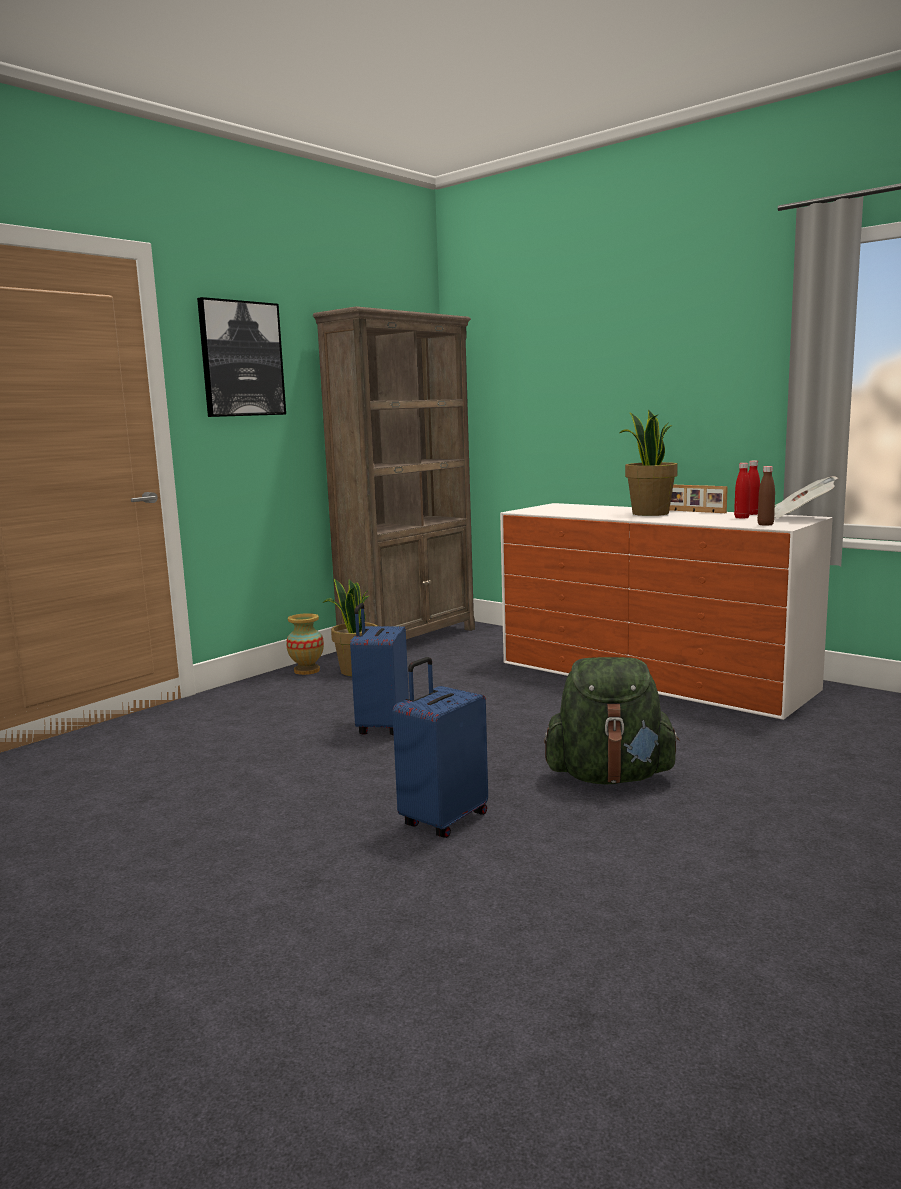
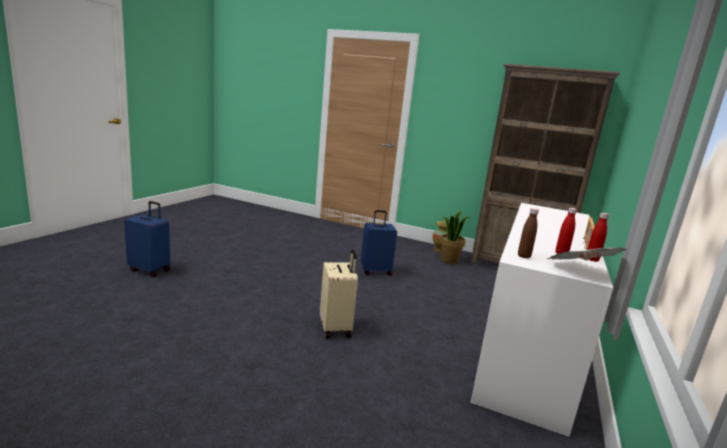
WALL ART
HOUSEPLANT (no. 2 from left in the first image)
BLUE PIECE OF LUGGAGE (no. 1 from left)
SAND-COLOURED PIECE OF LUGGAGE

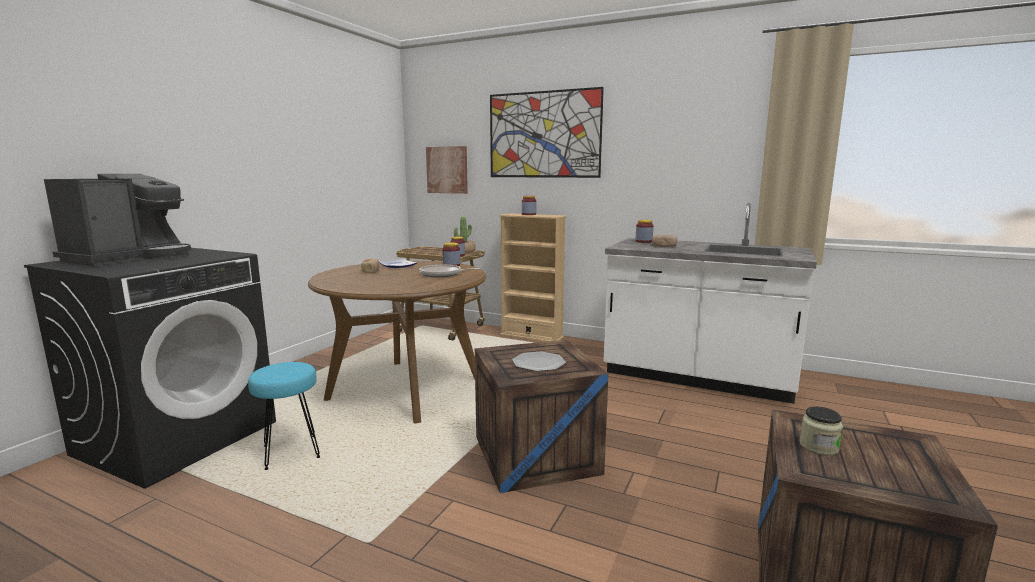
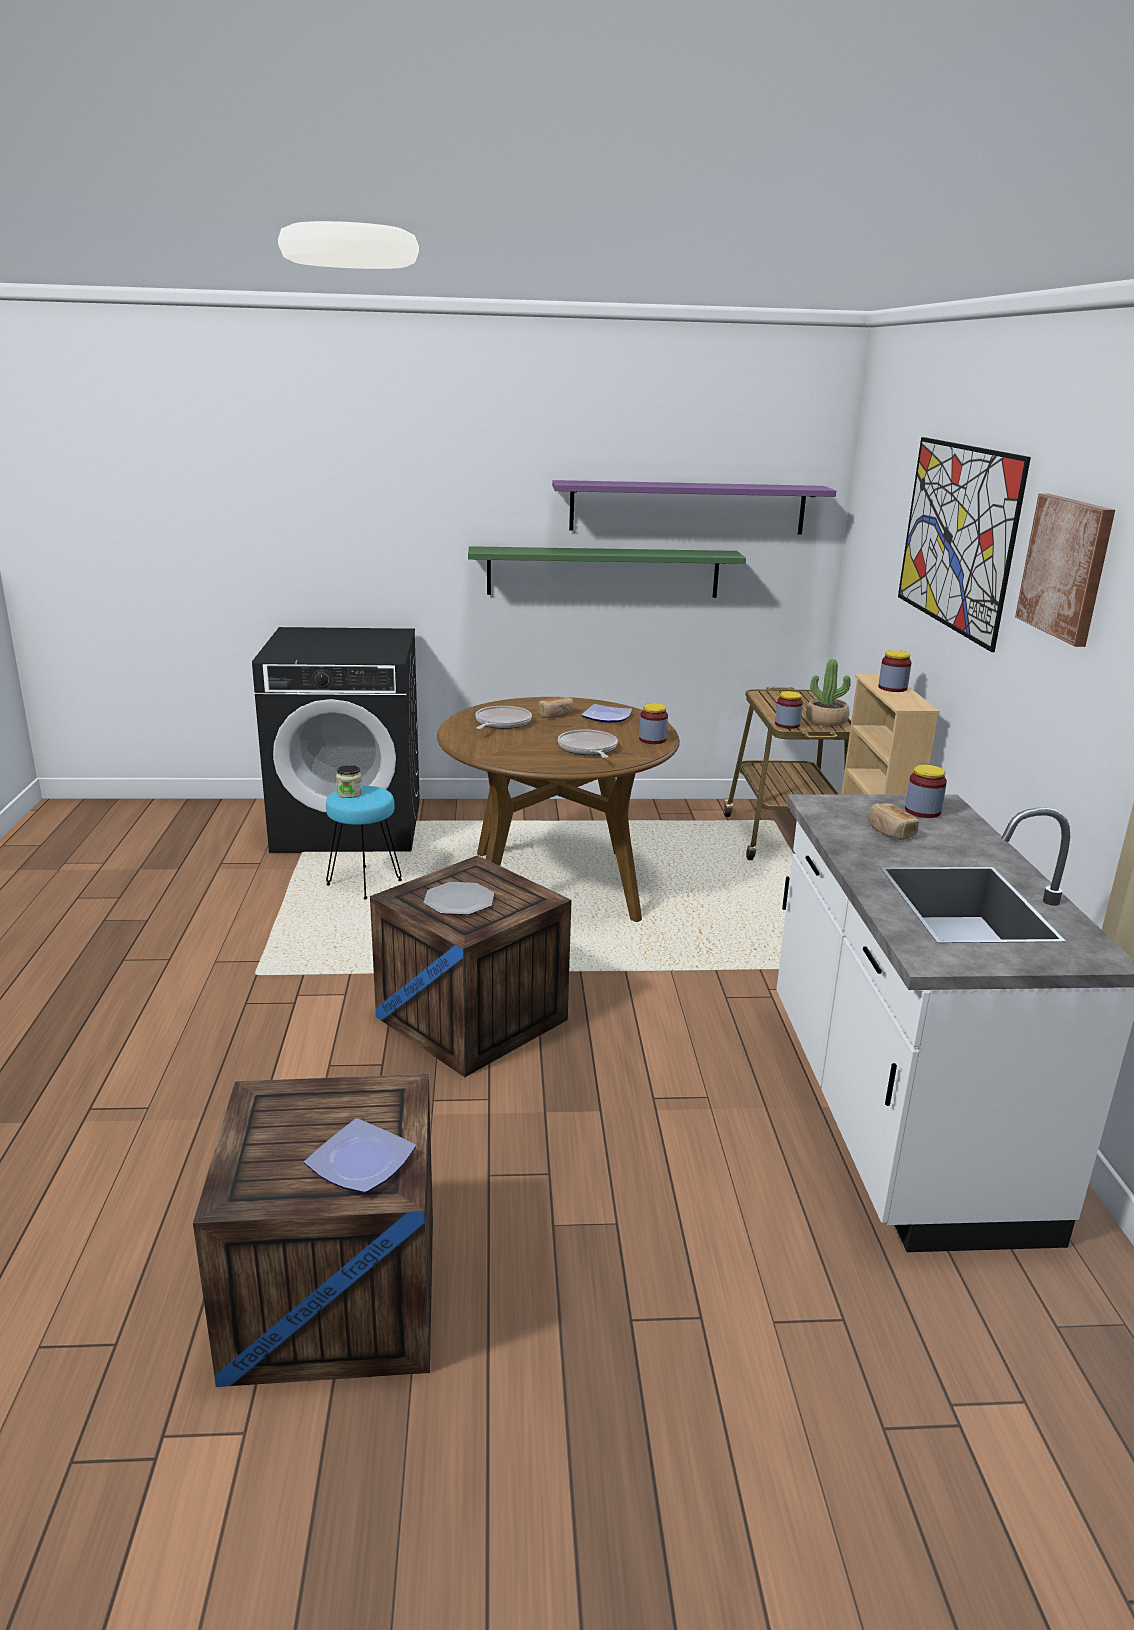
COFFEE MAKER
PLATE (no. 1 from left)
GREEN WALL SHELF
FRYING PAN (no. 1 from left)
PURPLE WALL SHELF
WALL ART (no. 2 from left)
PRESERVE JAR (no. 1 from left)

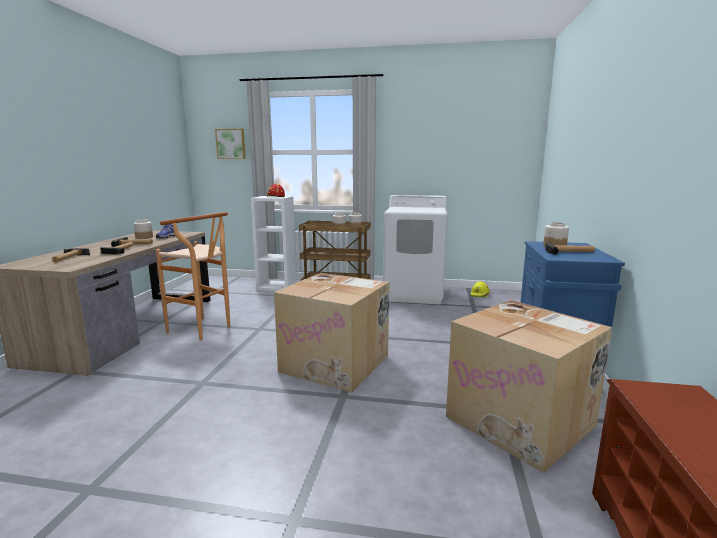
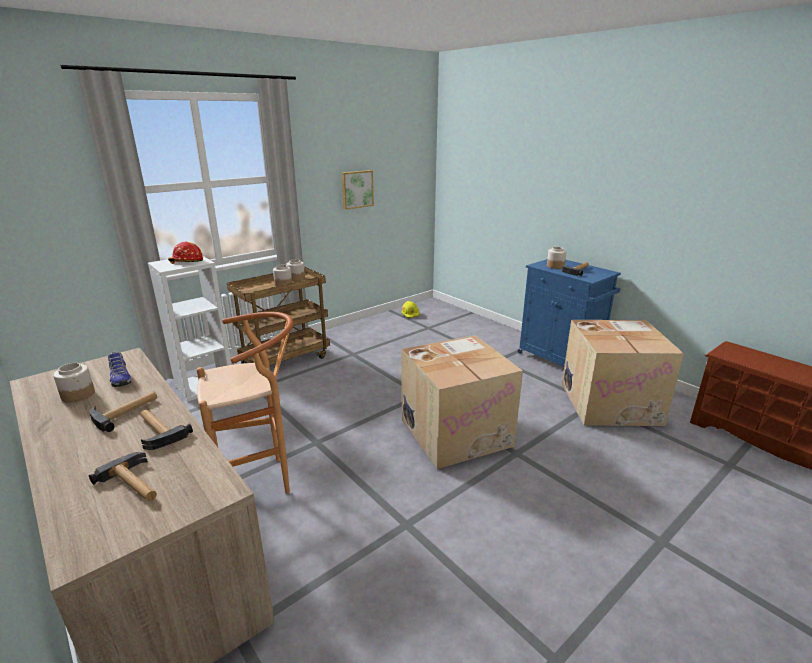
WHITE-COLOURED LAUNDRY MACHINE
WALL ART

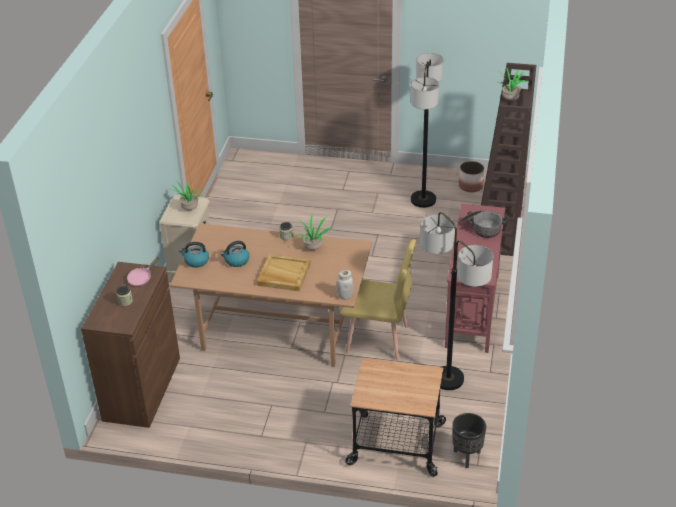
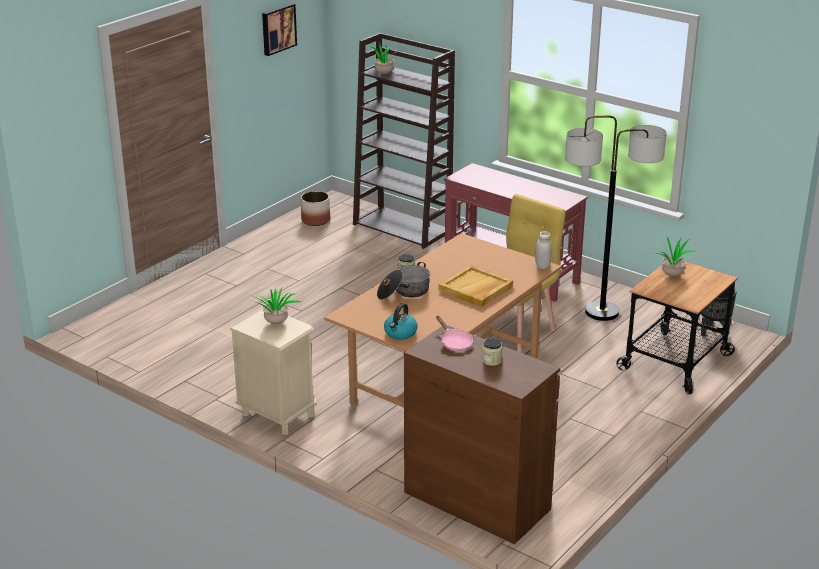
TEA KETTLE (no. 2 from left in the first image)
STANDING LAMP (no. 1 from left in the first image)
WALL ART
HOUSEPLANT (no. 3 from left)
COOKING POT

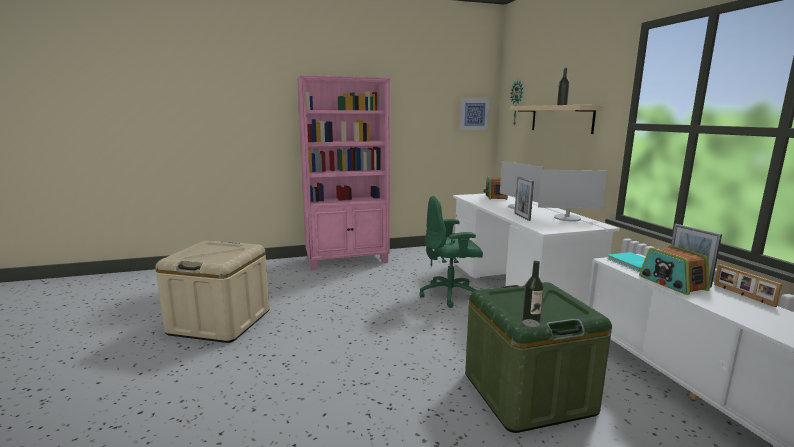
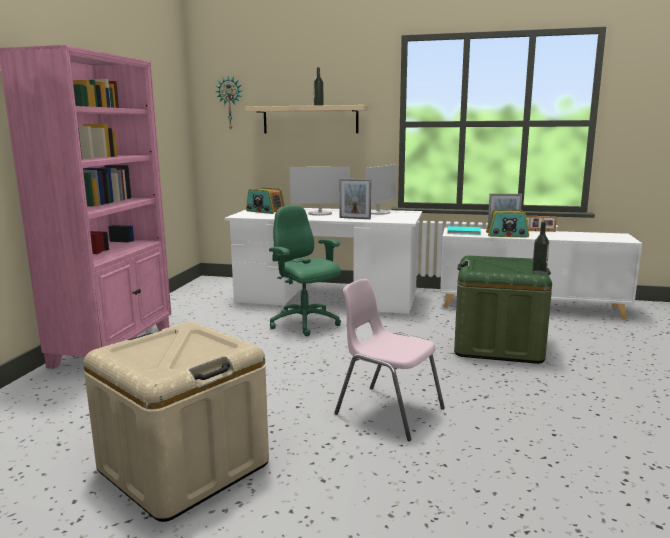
WALL ART
PINK PLAIN CHAIR
GREEN OFFICE CHAIR

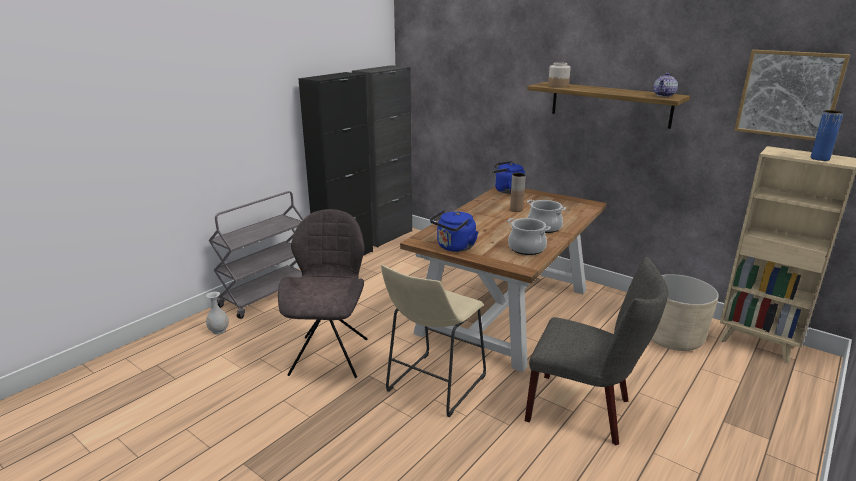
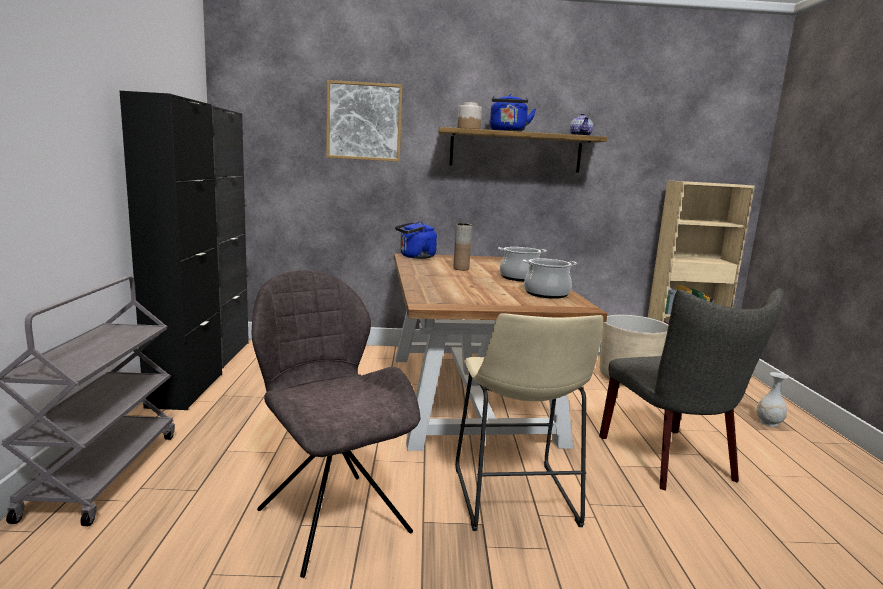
BLUE DECORATIVE VASE
WHITE-COLOURED DECORATIVE VASE
BLUE TEA KETTLE (no. 2 from left)
WALL ART
GREY PLAIN CHAIR (no. 2 from left)

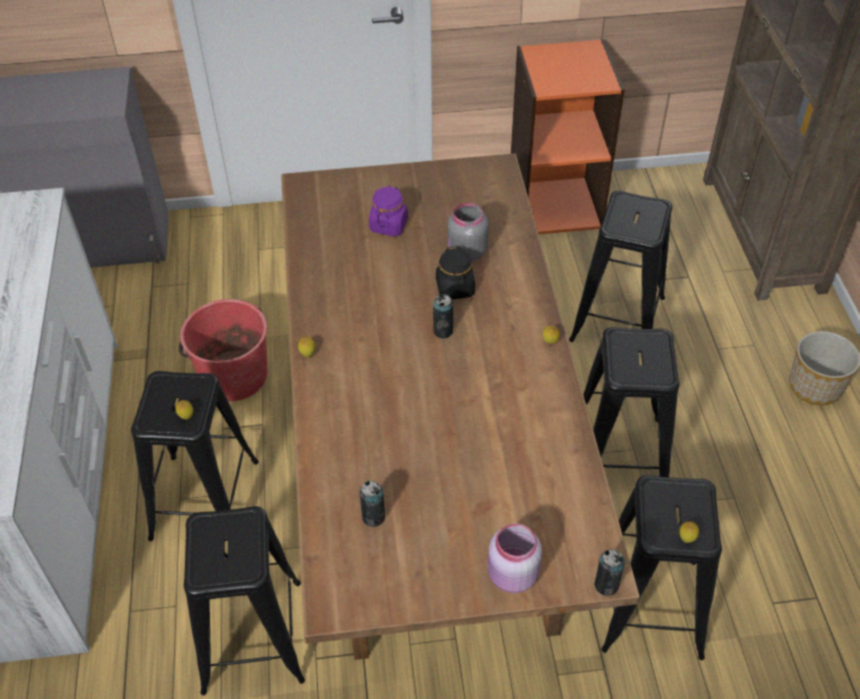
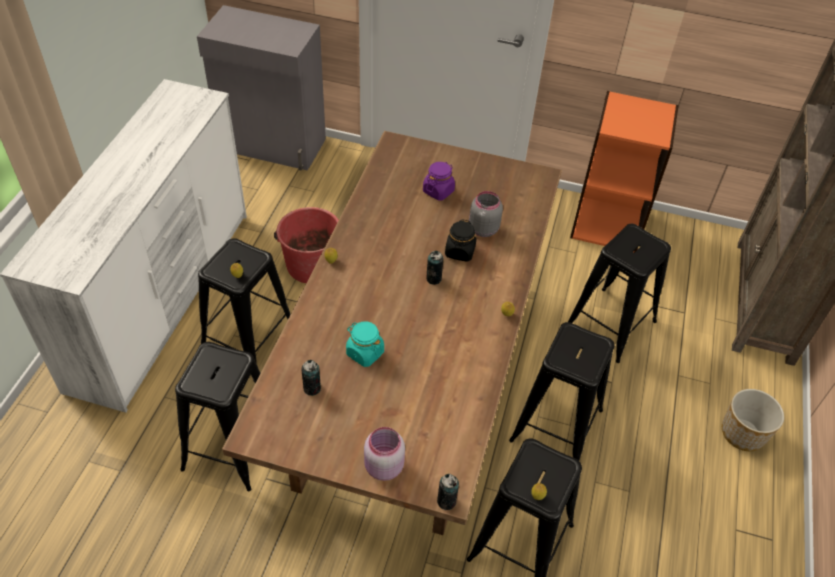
TURQUOISE PRESERVE JAR

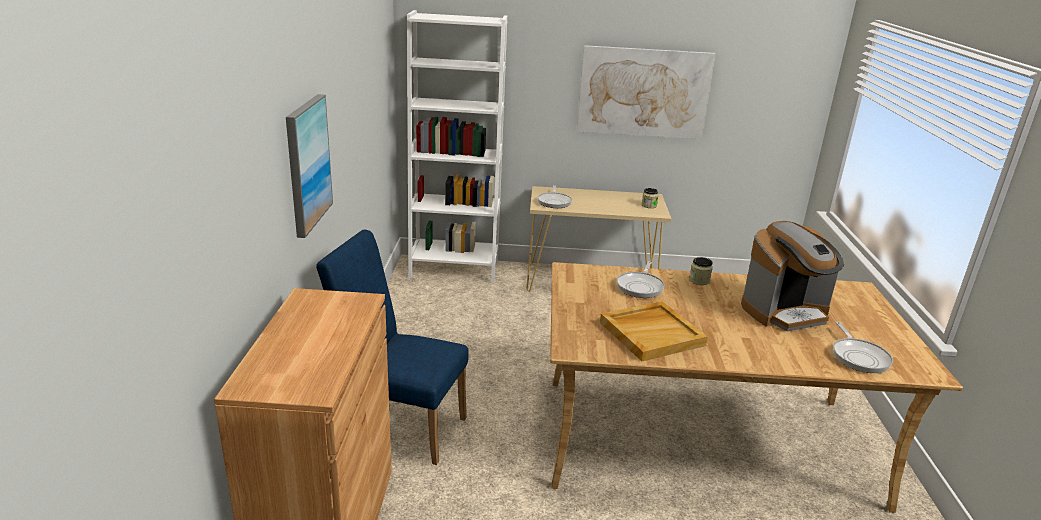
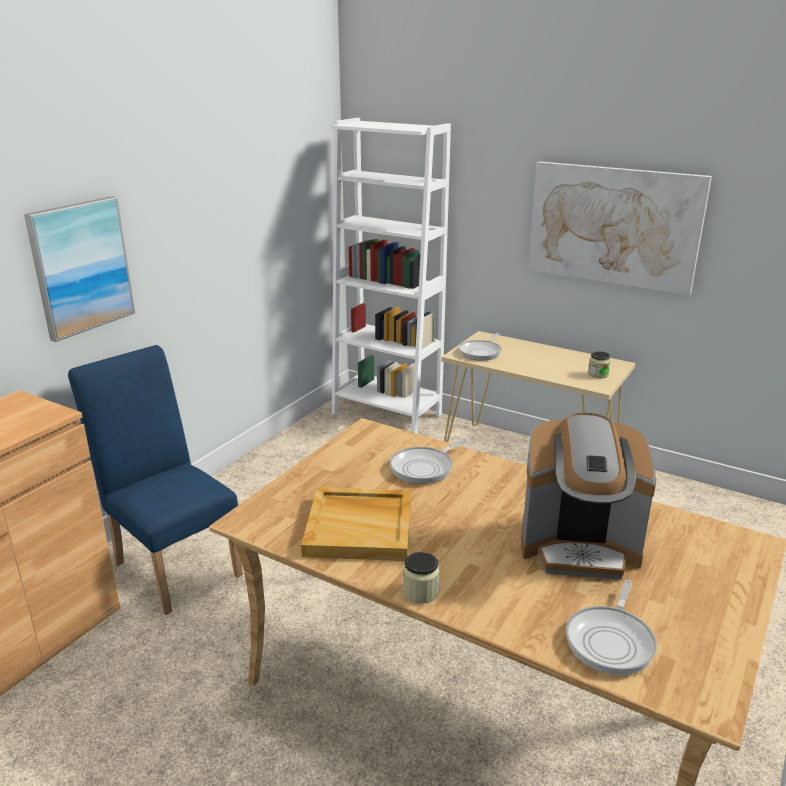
PRESERVE JAR (no. 1 from left)

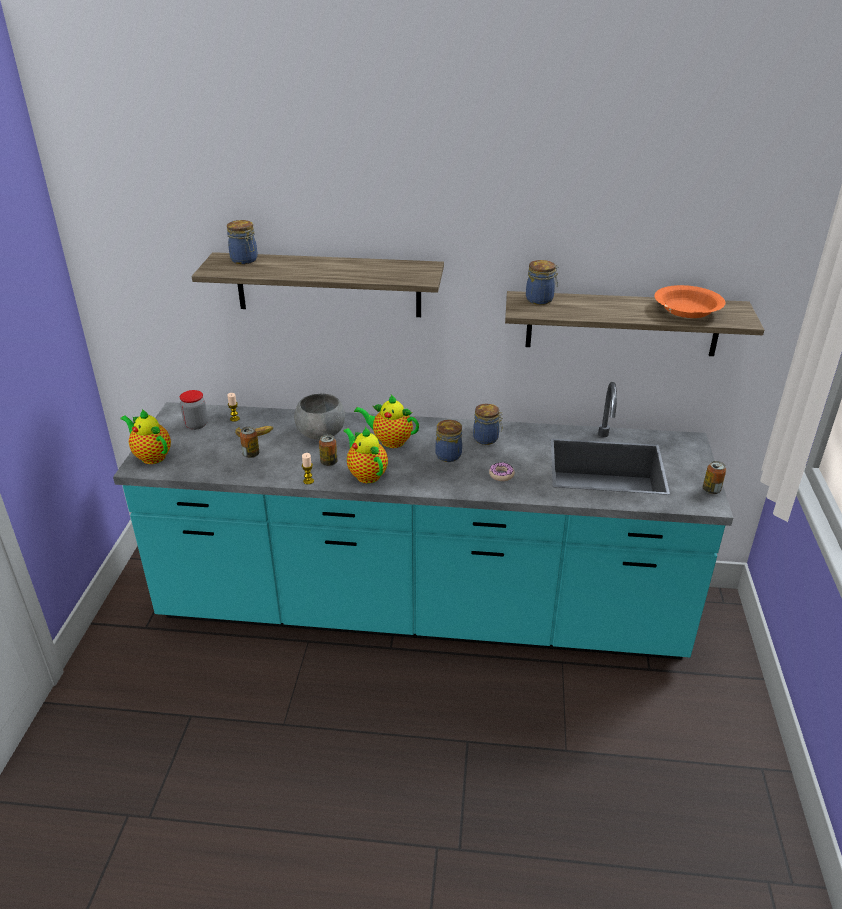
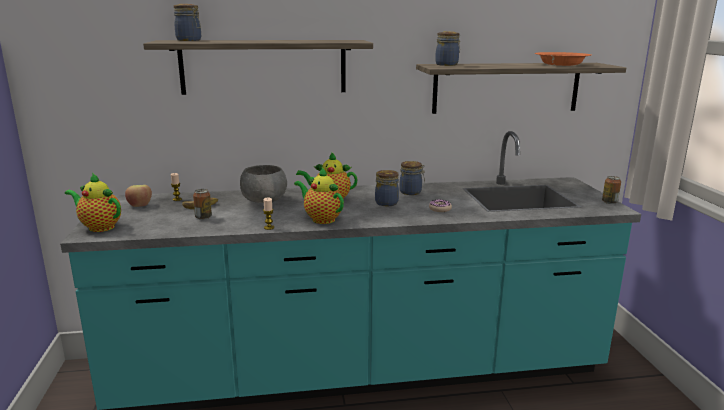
CAN (no. 2 from left in the first image)
APPLE

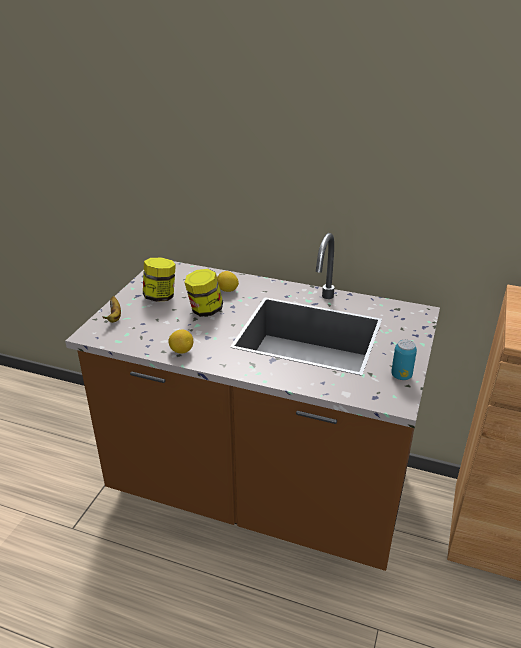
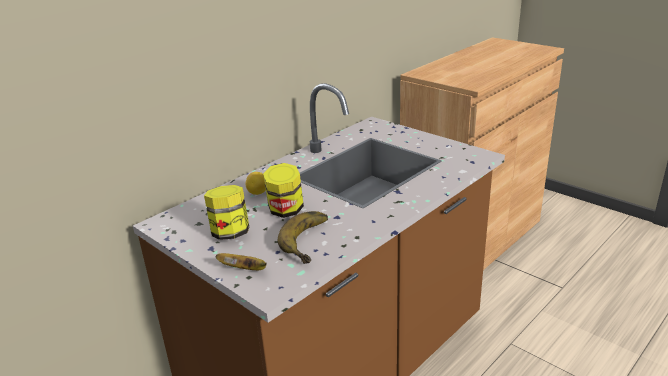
LEMON (no. 1 from left in the first image)
CAN
BANANA FRUIT (no. 2 from left)

